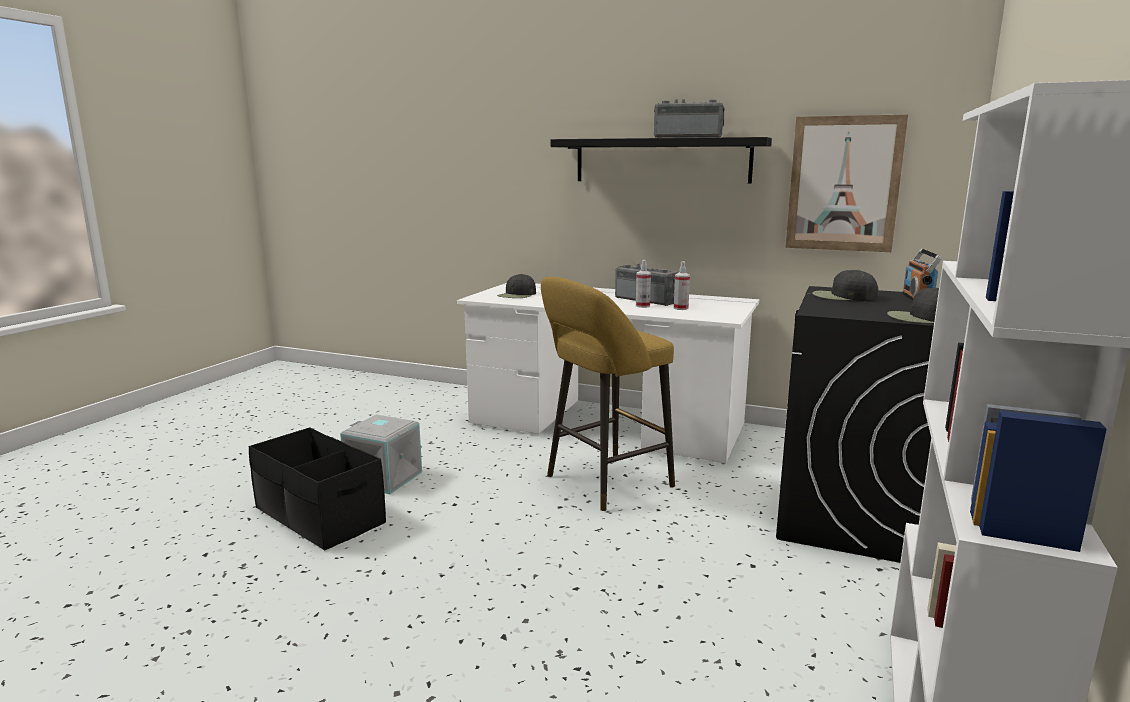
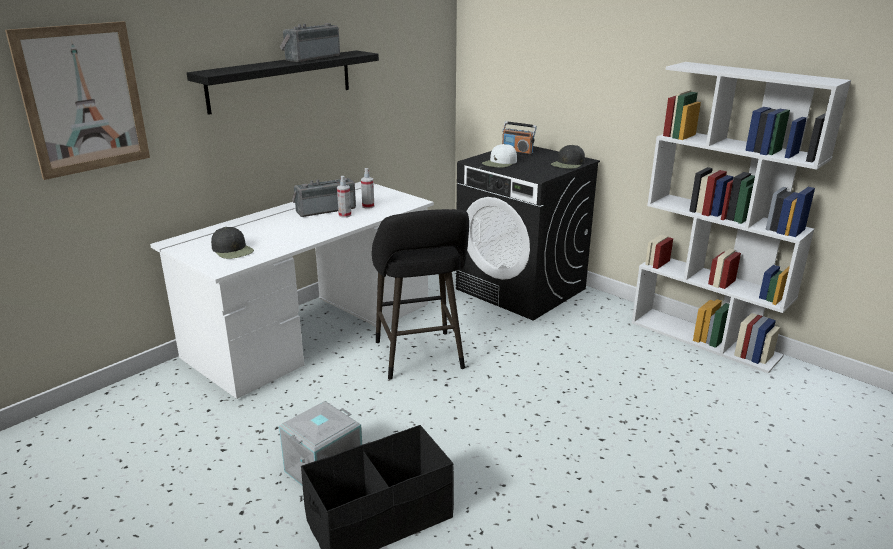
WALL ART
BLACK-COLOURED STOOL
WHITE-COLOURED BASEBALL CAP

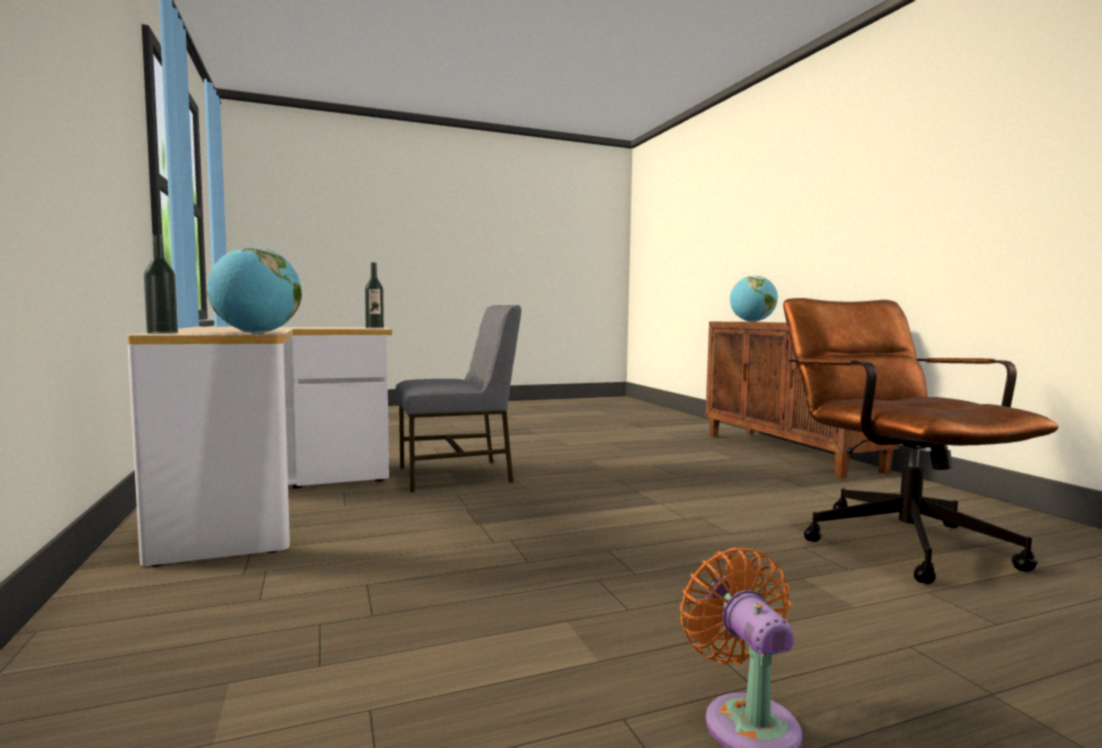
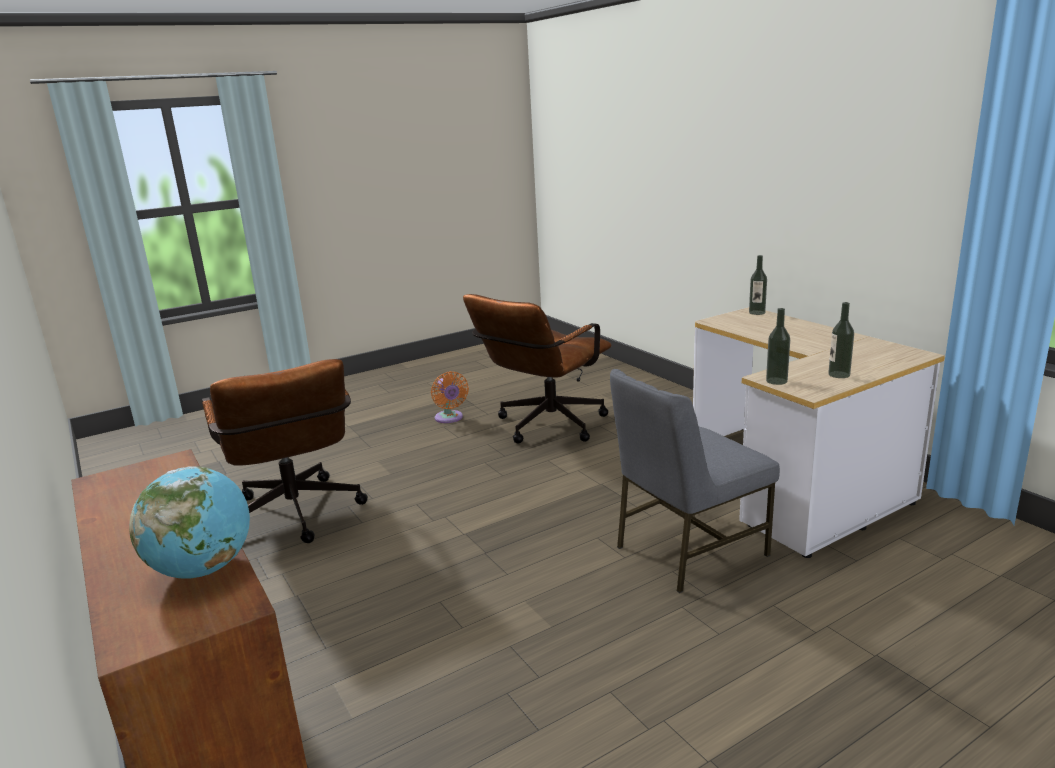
DESK GLOBE (no. 1 from left in the first image)
BROWN OFFICE CHAIR (no. 2 from left)
BOTTLE (no. 3 from left)

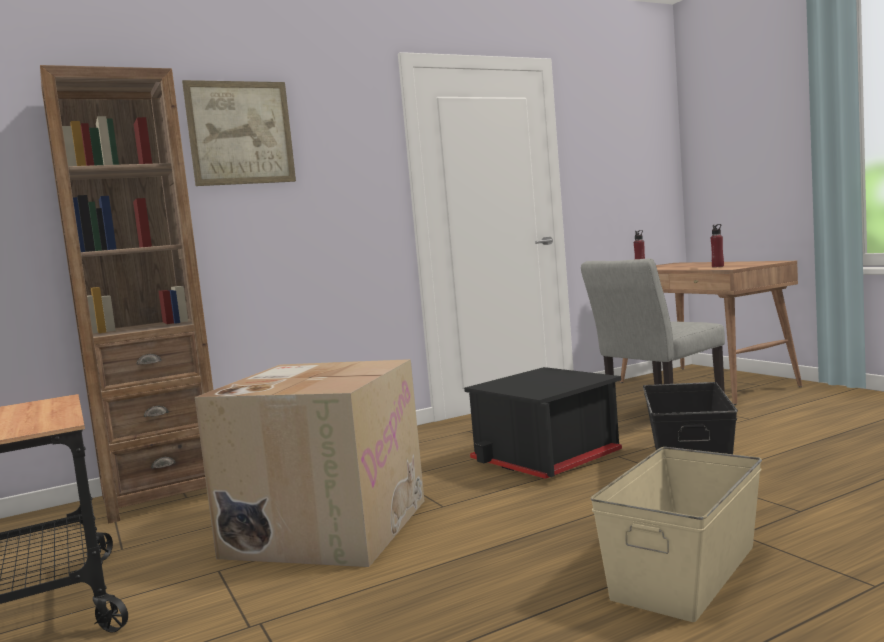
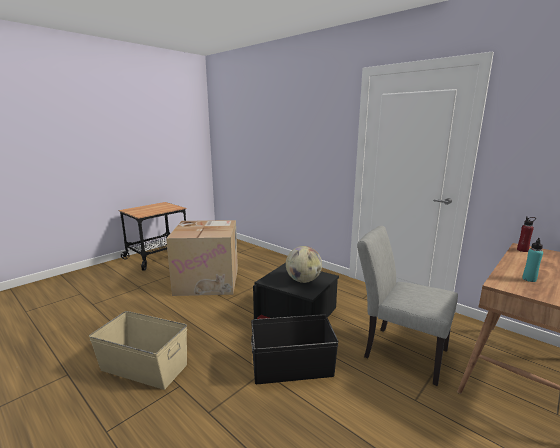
BROWN SHELVING UNIT
WALL ART
DESK GLOBE
TURQUOISE BOTTLE

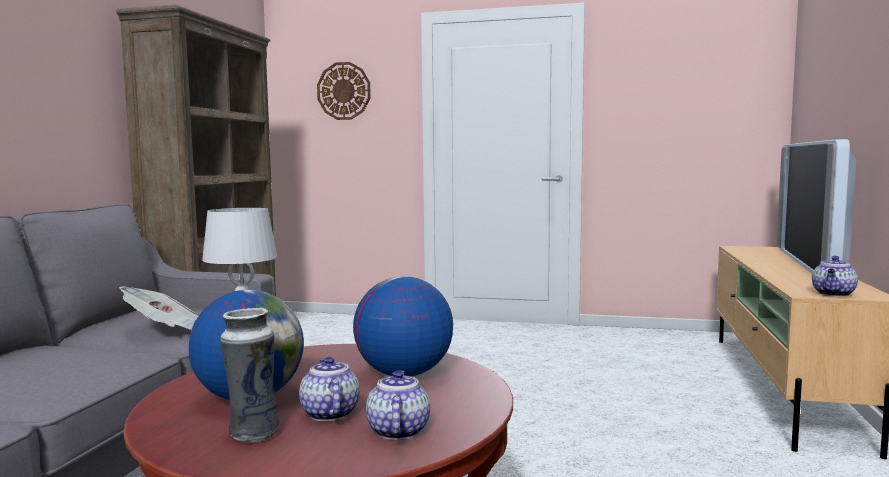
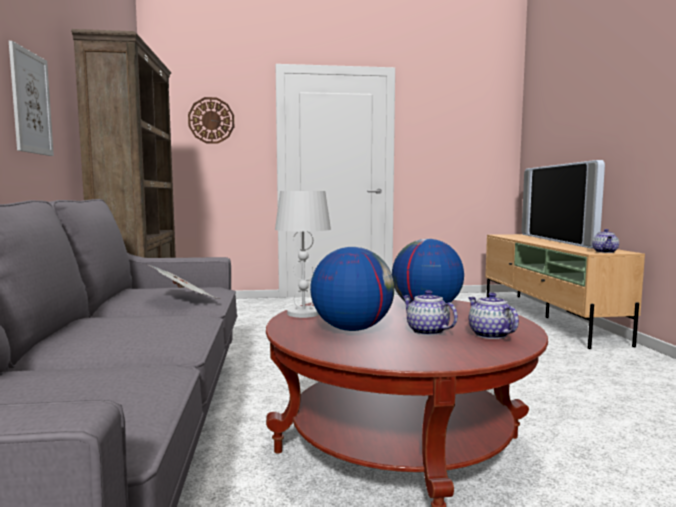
DECORATIVE VASE
WALL ART

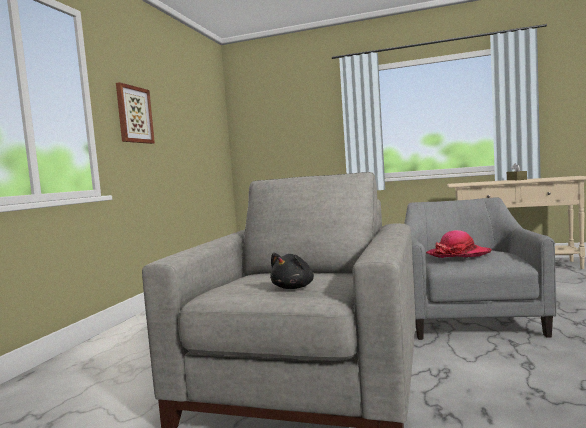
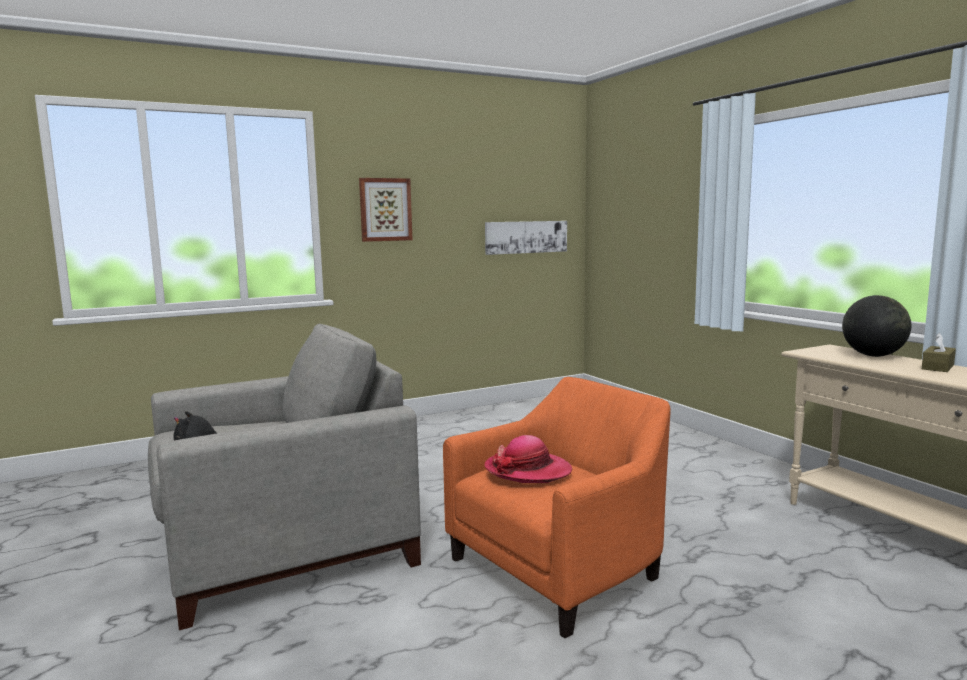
WALL ART (no. 2 from left)
DESK GLOBE
ORANGEY EASY CHAIR

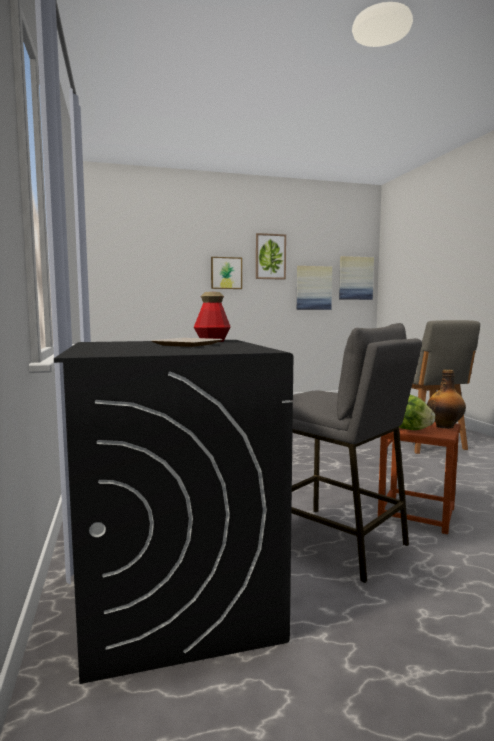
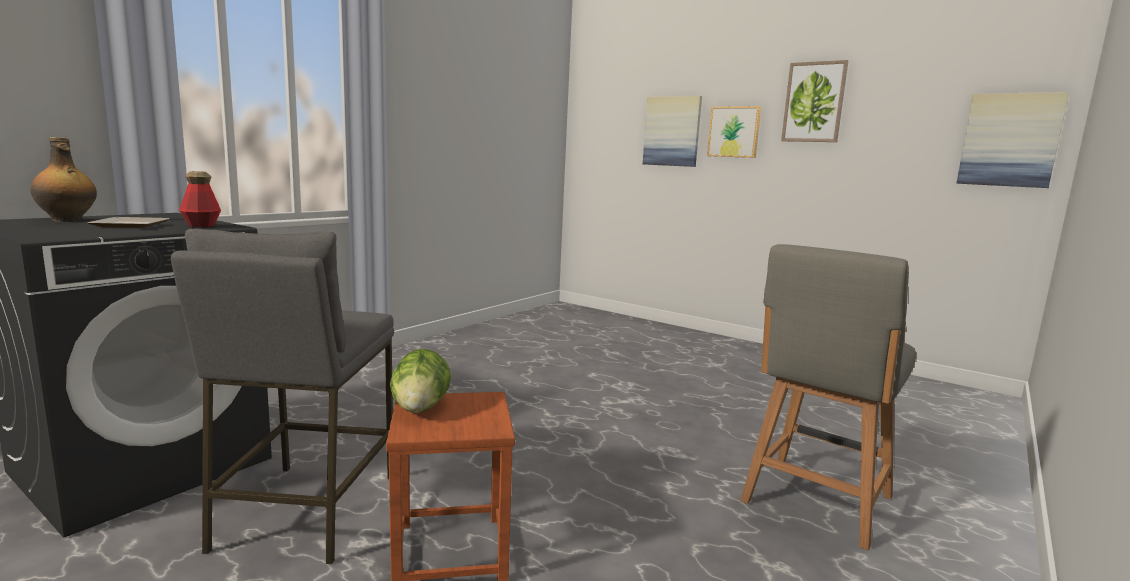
WALL ART (no. 1 from left)
BOTTLE (no. 1 from left)

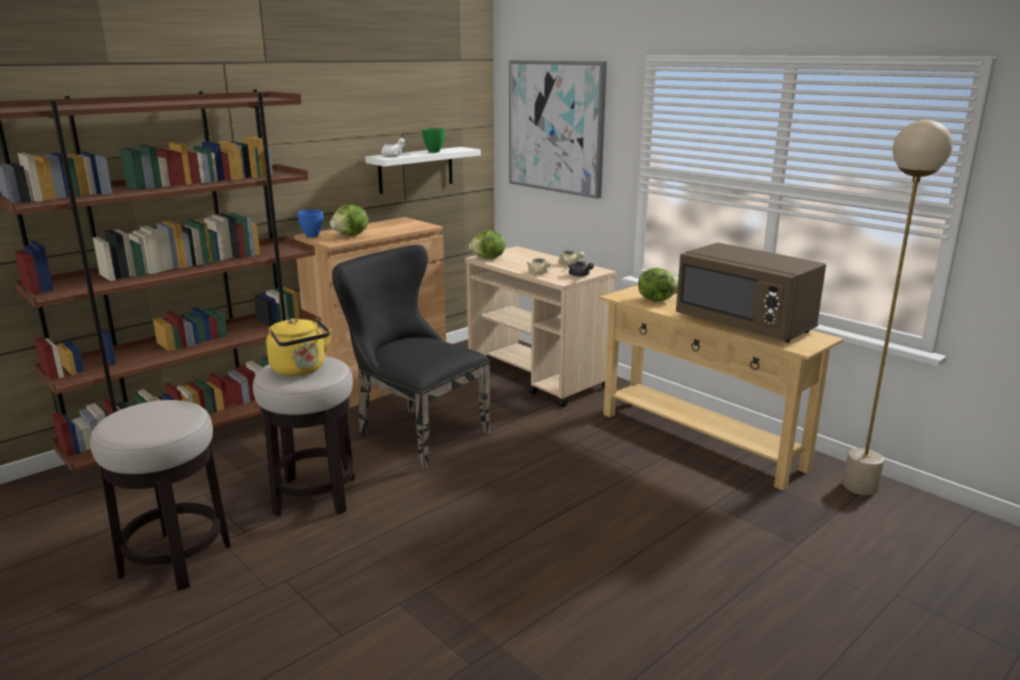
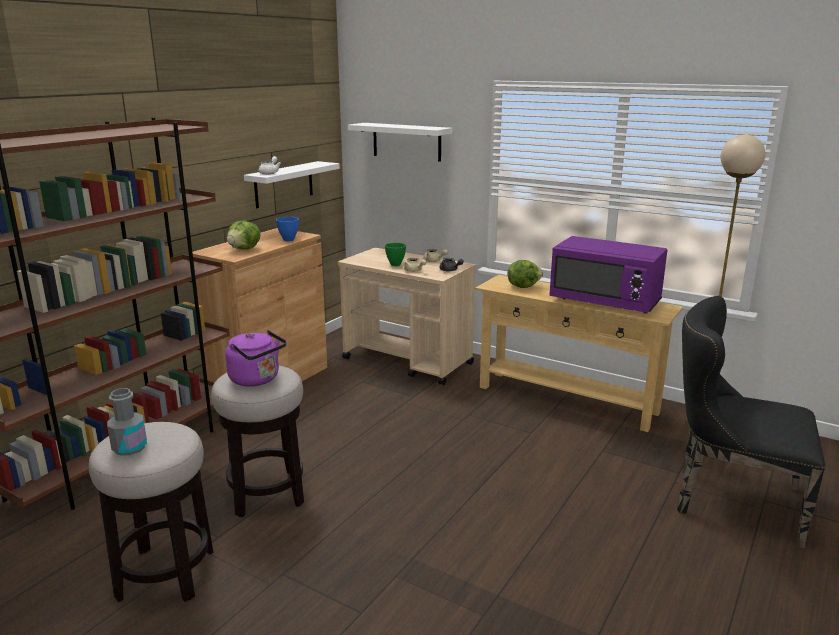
HEAD OF LETTUCE (no. 2 from left in the first image)
GREY BOTTLE
BLUE DEEP DISH
BLACK-COLOURED PLAIN CHAIR
GREEN DEEP DISH
WHITE-COLOURED WALL SHELF (no. 2 from left)
PURPLE TEA KETTLE
PURPLE MICROWAVE

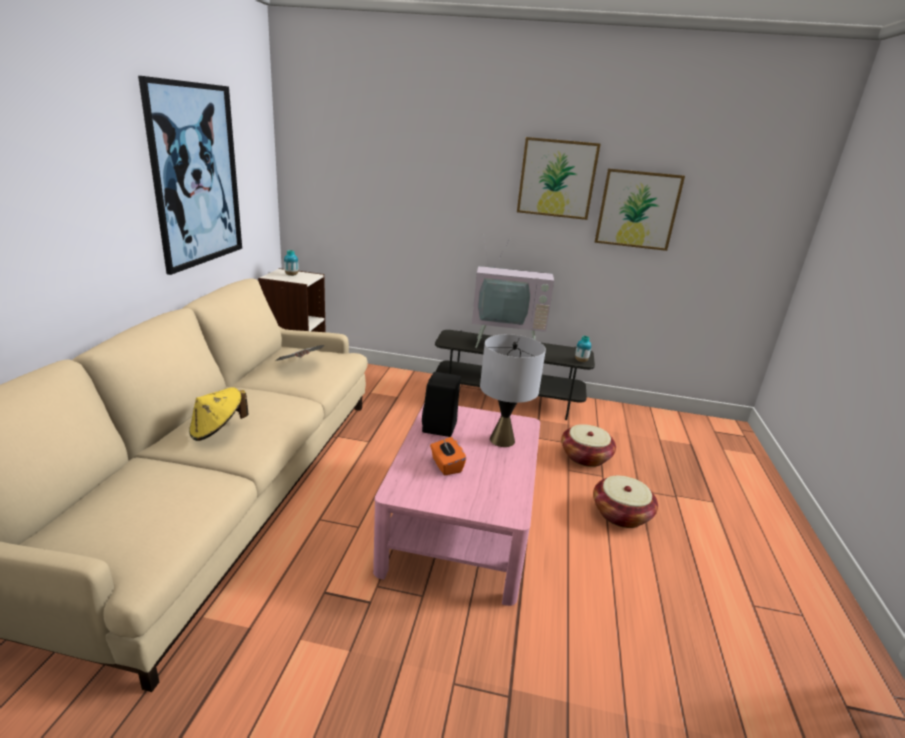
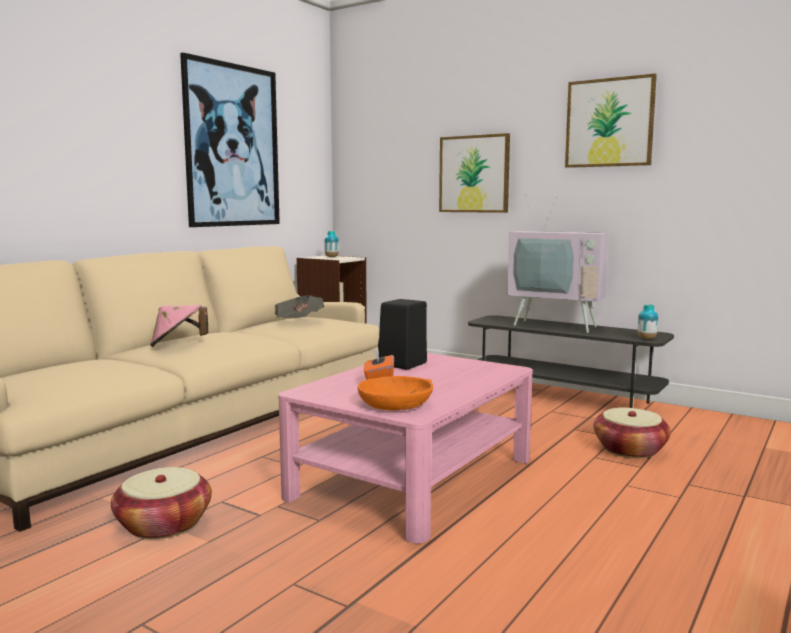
GREY TABLETOP LAMP
ORANGEY DEEP DISH
BASKET (no. 1 from left)
WALL ART (no. 2 from left)
PINK CLOTHING HAT

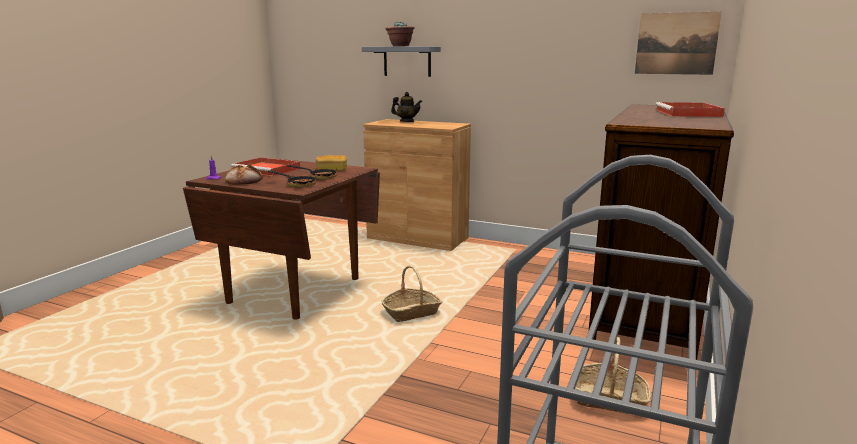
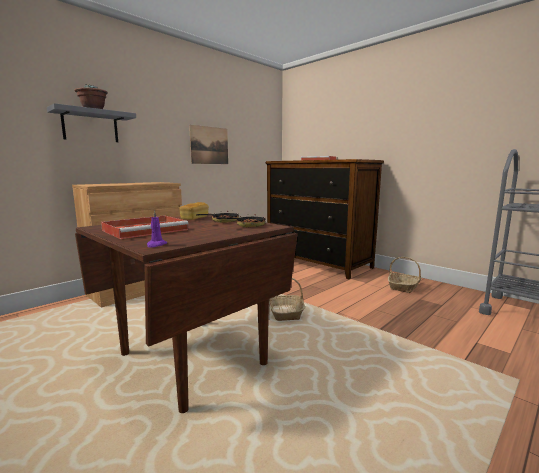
BREAD (no. 1 from left in the first image)
TEA POT
WALL ART

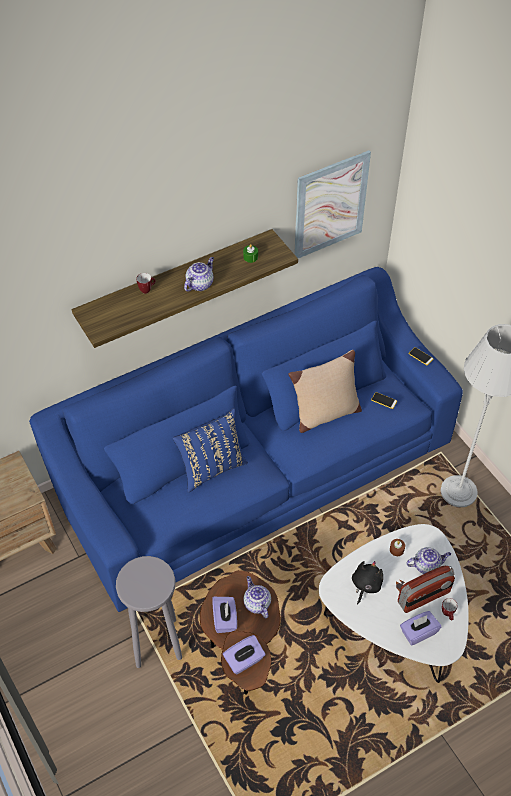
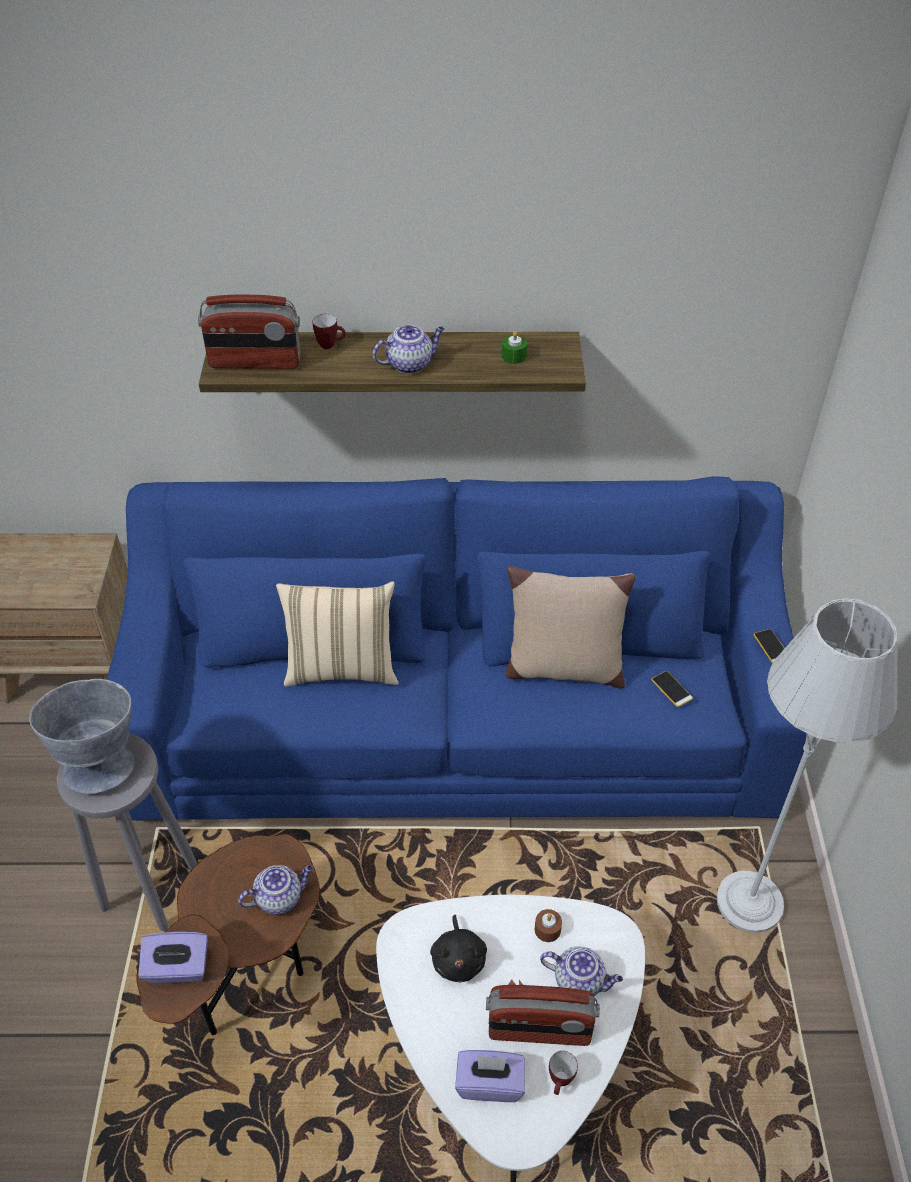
PURPLE TISSUE BOX (no. 1 from left in the first image)
WALL ART
GREY DEEP DISH
RADIO (no. 1 from left)
SAND-COLOURED PILLOW (no. 1 from left)
TEA POT (no. 1 from left)
BLACK-COLOURED SOFT TOY

